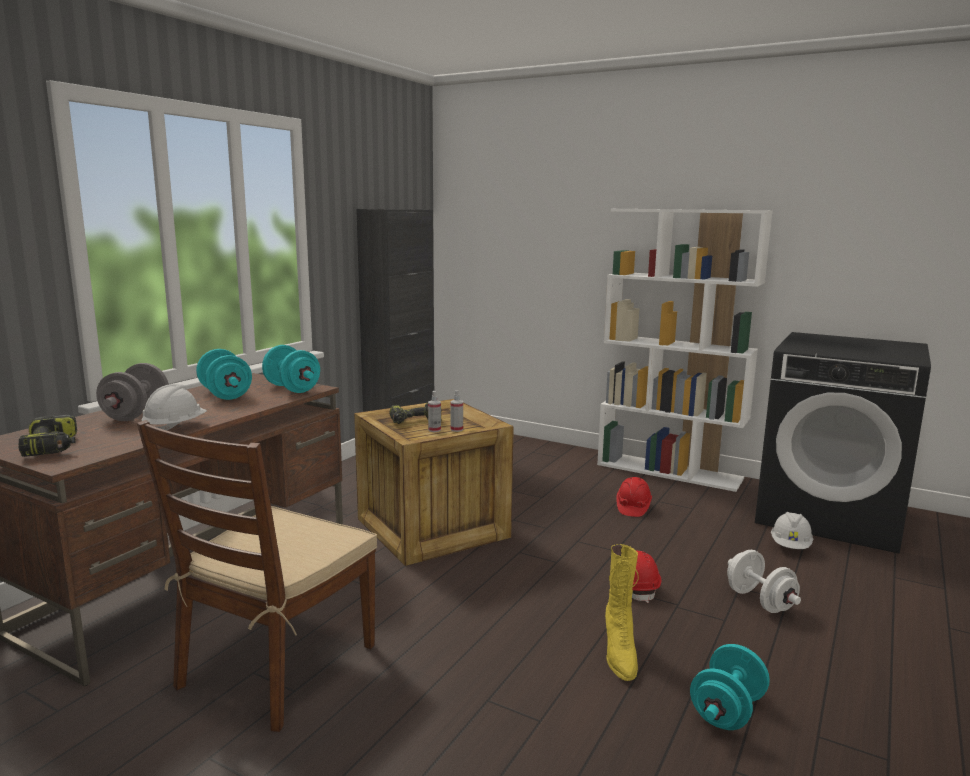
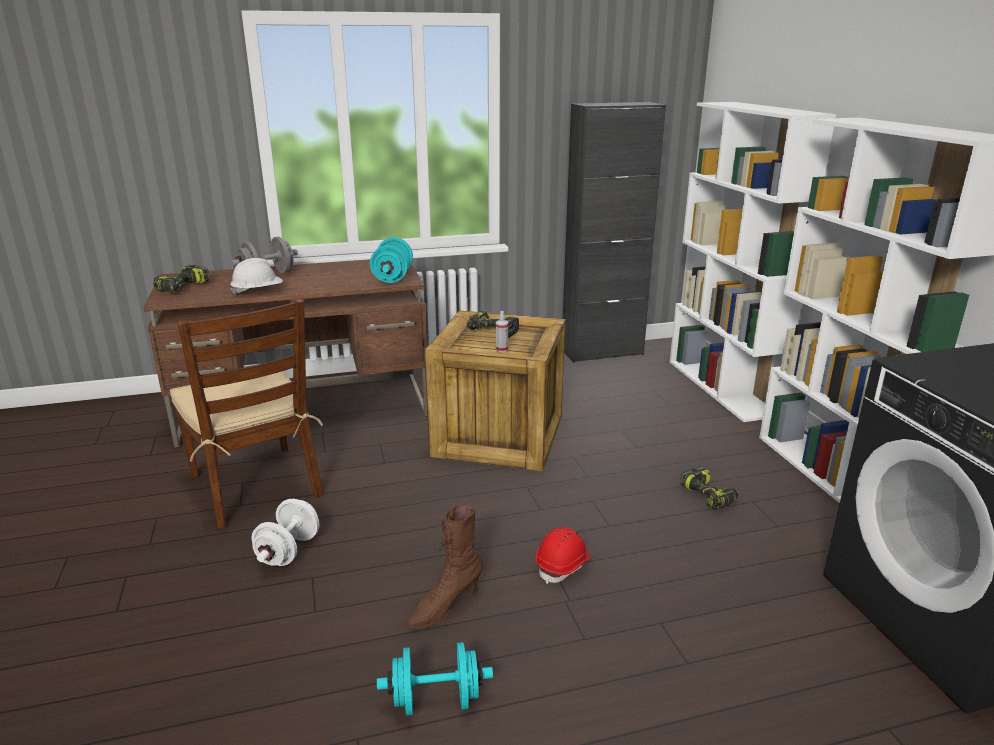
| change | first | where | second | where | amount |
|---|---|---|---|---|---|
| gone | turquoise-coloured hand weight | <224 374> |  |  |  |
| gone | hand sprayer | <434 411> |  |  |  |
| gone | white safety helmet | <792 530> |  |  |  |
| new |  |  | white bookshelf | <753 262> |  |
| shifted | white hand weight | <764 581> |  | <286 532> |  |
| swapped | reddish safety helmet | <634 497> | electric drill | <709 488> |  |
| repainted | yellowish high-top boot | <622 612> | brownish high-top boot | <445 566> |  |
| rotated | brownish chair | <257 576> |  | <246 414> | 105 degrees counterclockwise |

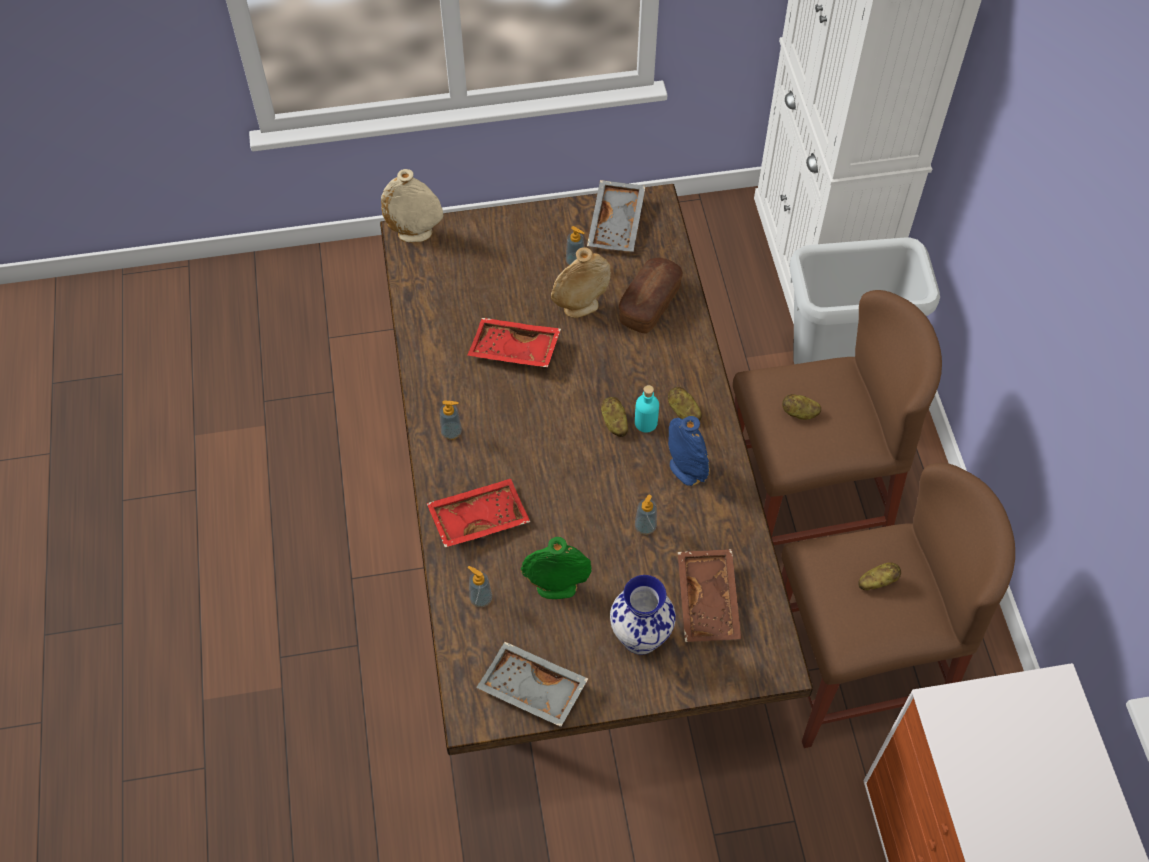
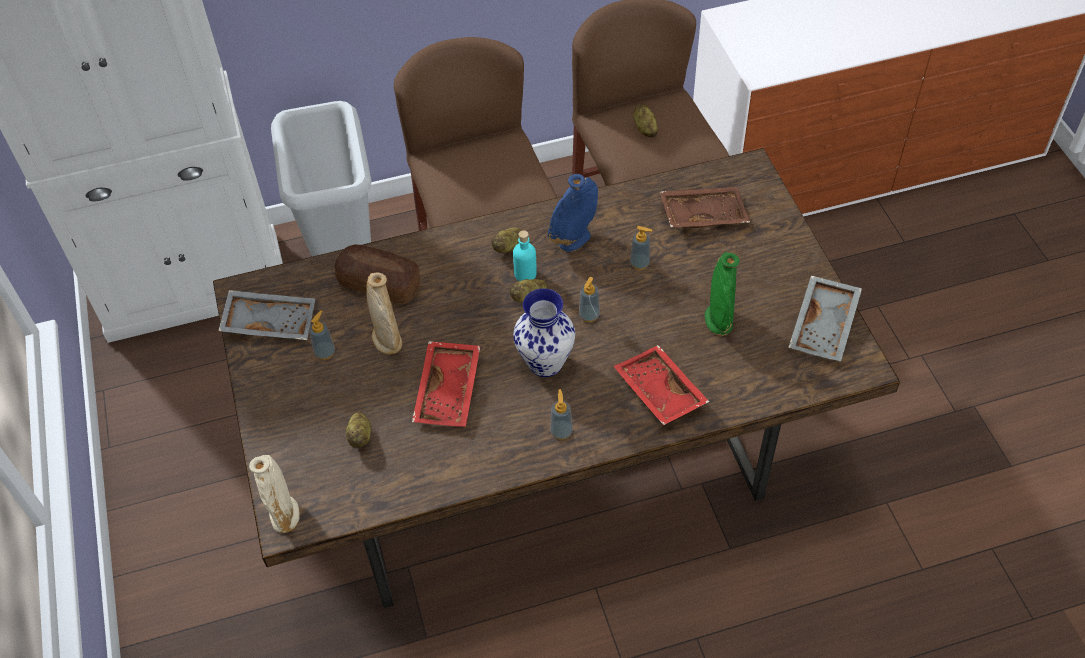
| change | first | where | second | where | amount |
|---|---|---|---|---|---|
| shifted | liquid soap bottle | <480 586> |  | <589 299> |  |
| shifted | decorative vase | <643 615> |  | <544 332> |  |
| shifted | whole potato | <801 407> |  | <358 430> |  |

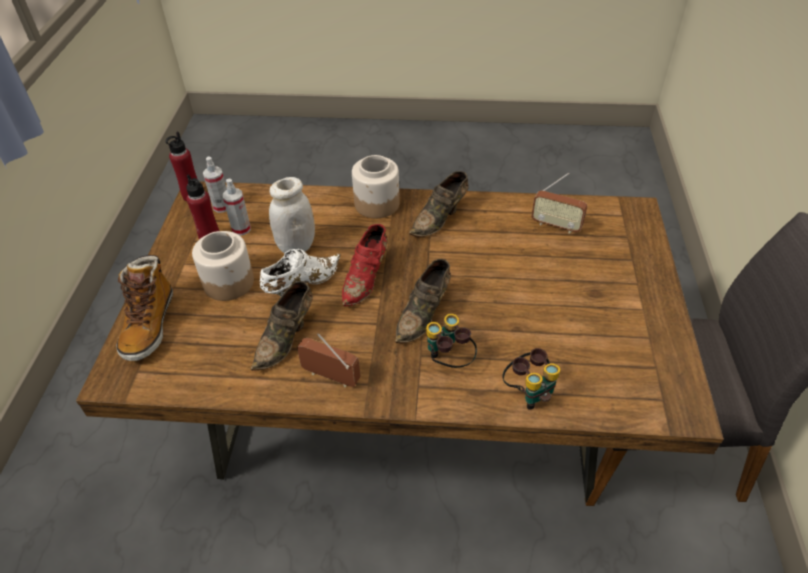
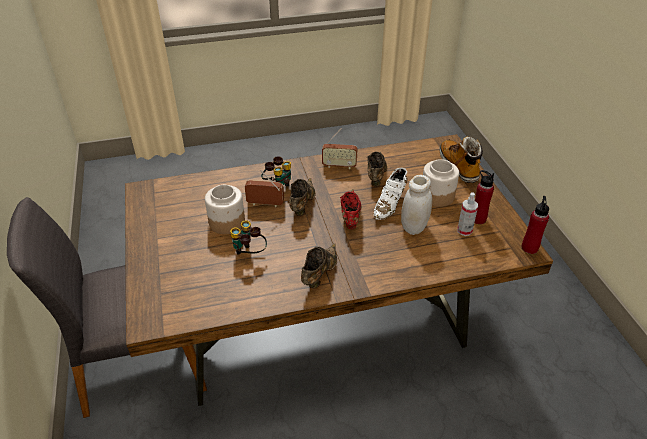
| change | first | where | second | where | amount |
|---|---|---|---|---|---|
| gone | hand sprayer | <215 185> |  |  |  |
| shifted | jar | <376 186> |  | <225 209> |  |
| shifted | field glasses | <531 379> |  | <248 237> |  |
| shifted | radio set | <559 203> |  | <264 188> |  |

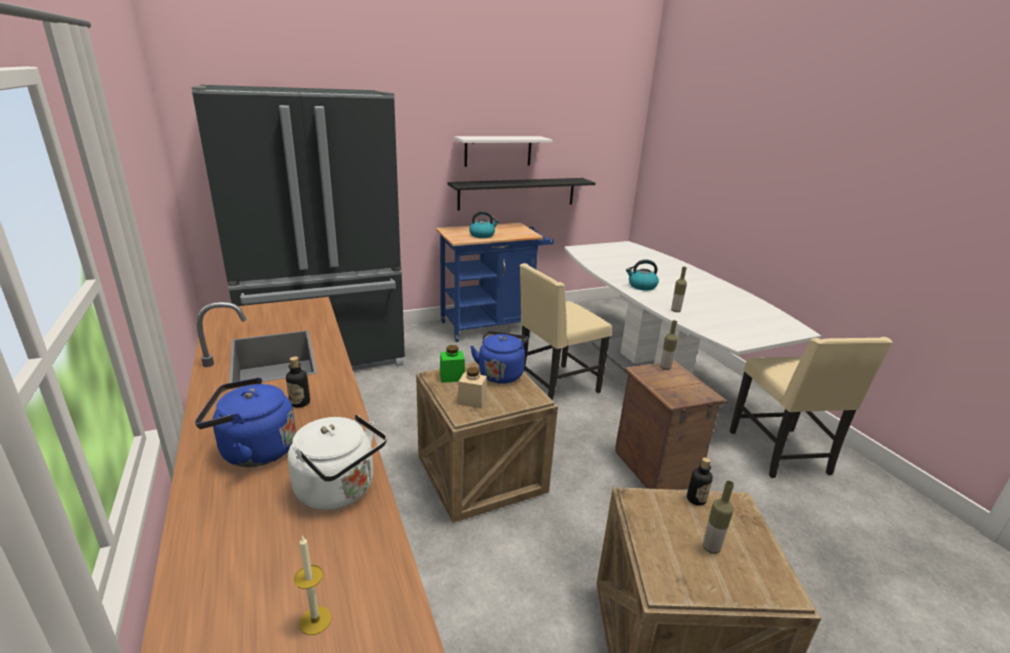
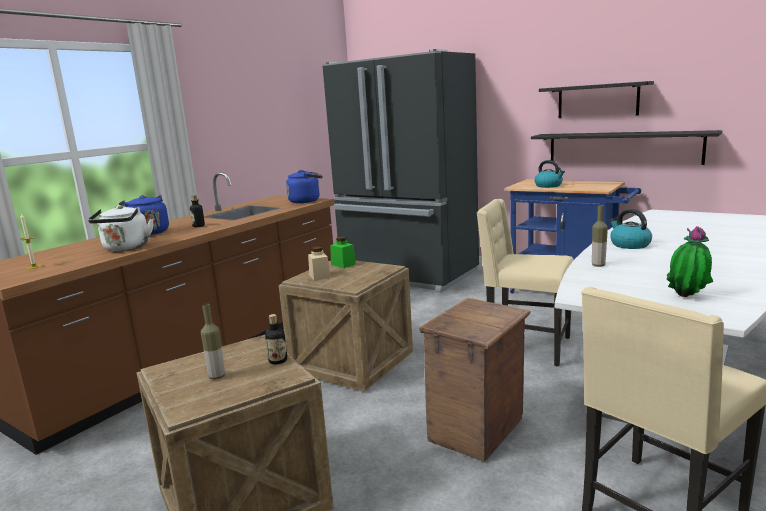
| change | first | where | second | where | amount |
|---|---|---|---|---|---|
| gone | drink bottle | <669 345> |  |  |  |
| new |  |  | potted plant | <690 261> |  |
| shifted | blue-coloured kettle | <499 357> |  | <304 186> |  |
| repainted | white bracket shelf | <503 151> | black-coloured bracket shelf | <596 99> |  |

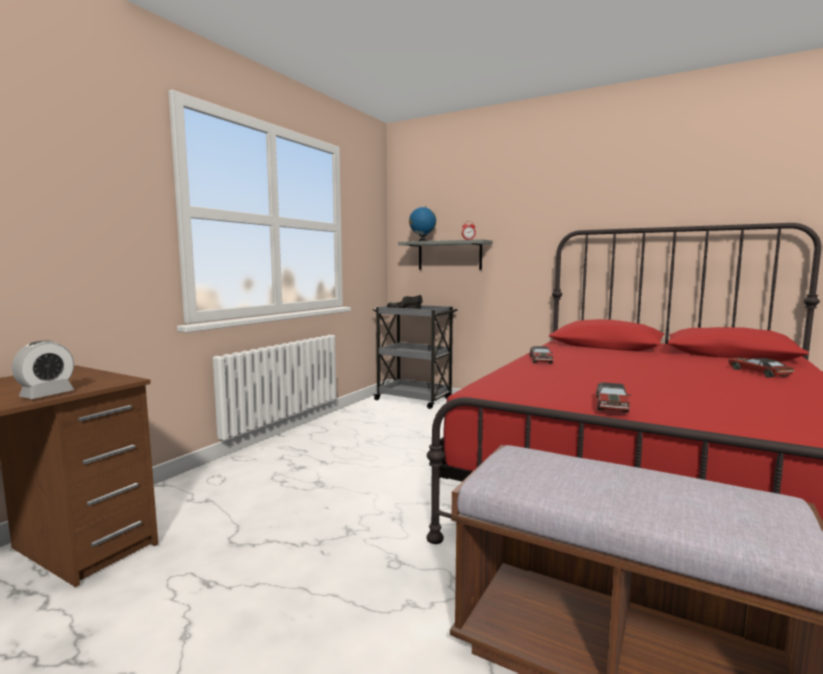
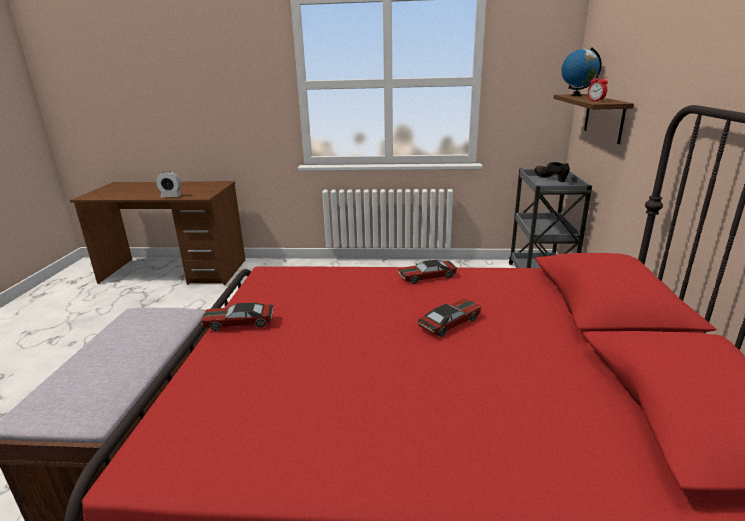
| change | first | where | second | where | amount |
|---|---|---|---|---|---|
| shifted | model car | <761 367> |  | <449 318> |  |
| repainted | greyish bracket shelf | <445 254> | brownish bracket shelf | <593 119> |  |

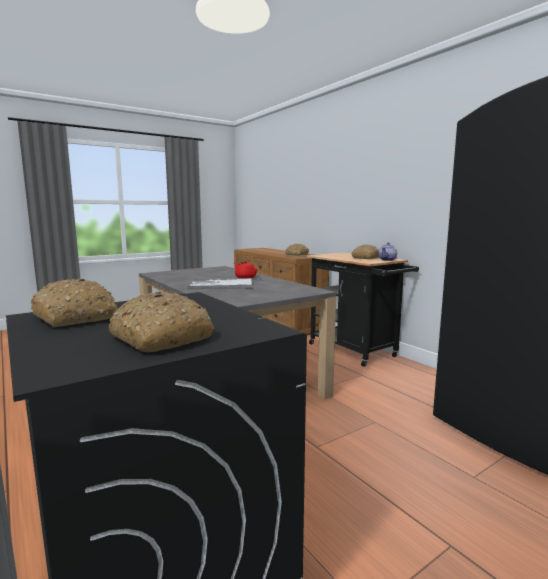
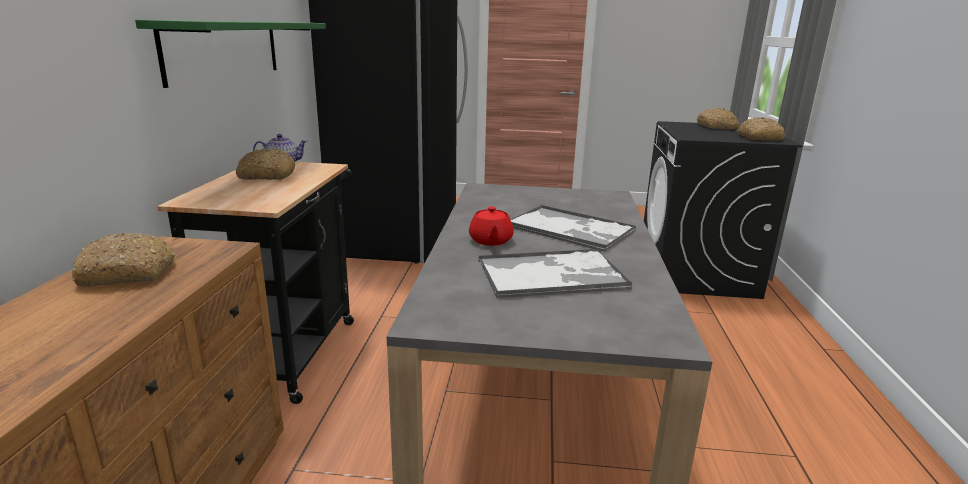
| change | first | where | second | where | amount |
|---|---|---|---|---|---|
| new |  |  | greenish bracket shelf | <230 54> |  |
| new |  |  | carrying tray | <555 273> |  |

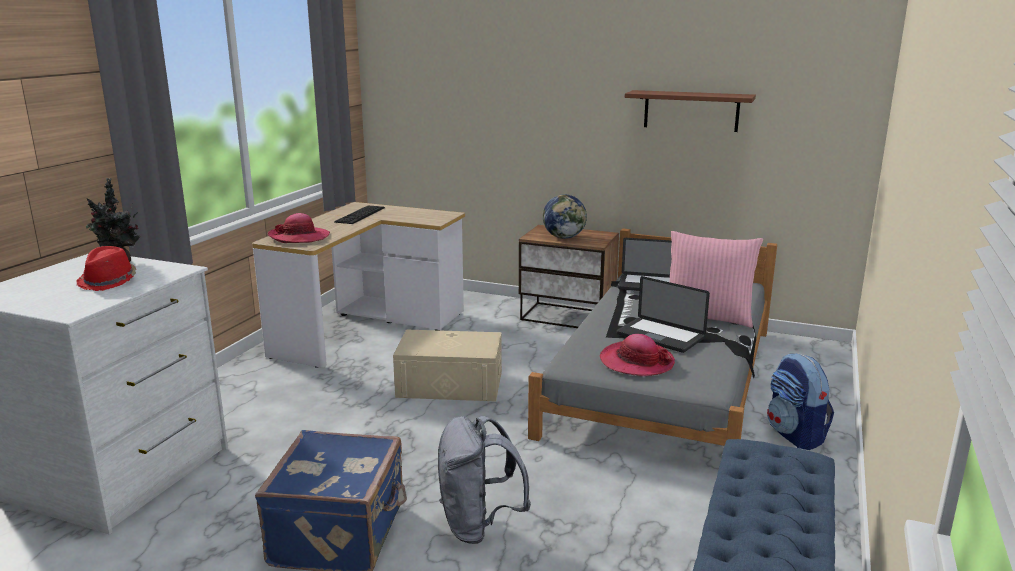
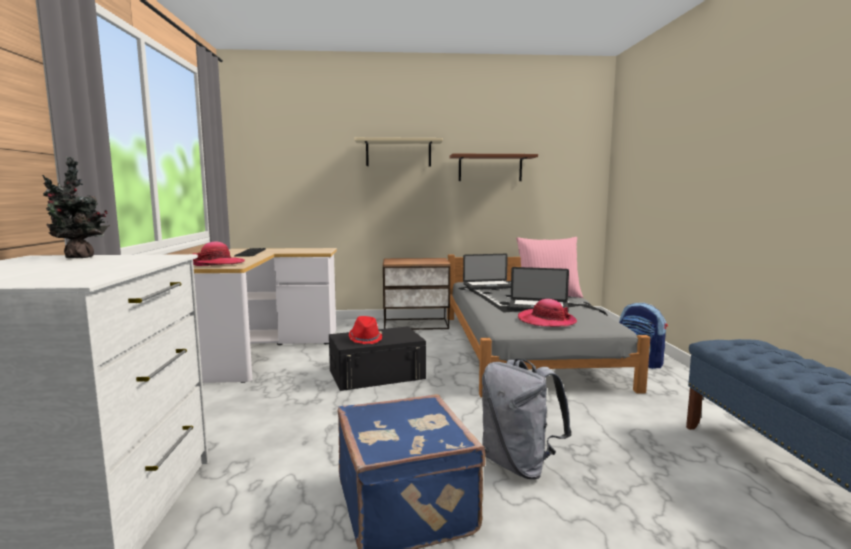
| change | first | where | second | where | amount |
|---|---|---|---|---|---|
| gone | world globe | <565 216> |  |  |  |
| new |  |  | sand-coloured bracket shelf | <398 152> |  |
| shifted | reddish clothing hat | <106 268> |  | <365 330> |  |
| repainted | sand-coloured storage box | <447 365> | black-coloured storage box | <377 358> |  |

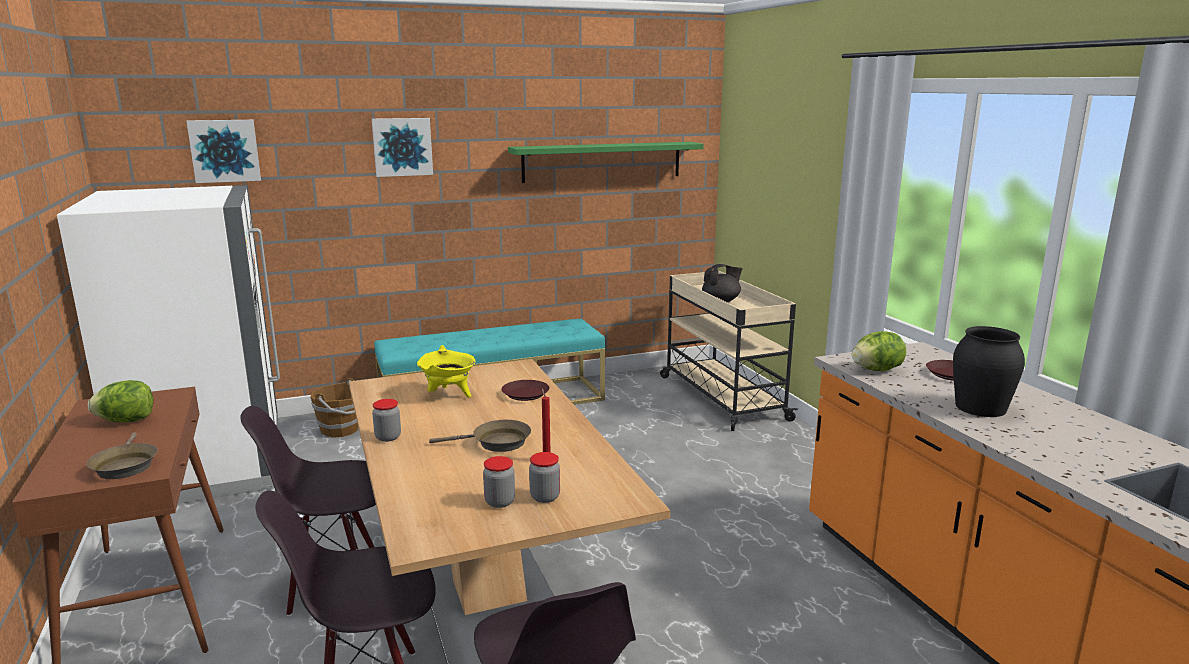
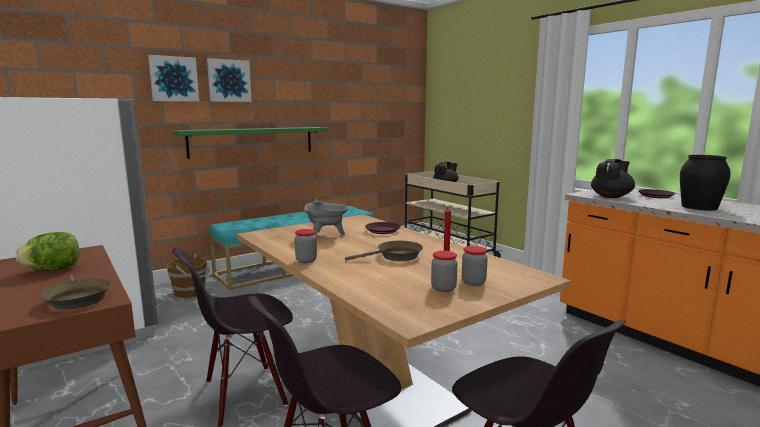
| change | first | where | second | where | amount |
|---|---|---|---|---|---|
| shifted | wall picture | <224 151> |  | <173 78> |  |
| shifted | greenish bracket shelf | <606 162> |  | <250 143> |  |
| swapped | head of lettuce | <879 351> | black-coloured tea pot | <613 178> |  |
| repainted | yellowish saucepot | <446 371> | greyish saucepot | <326 216> |  |

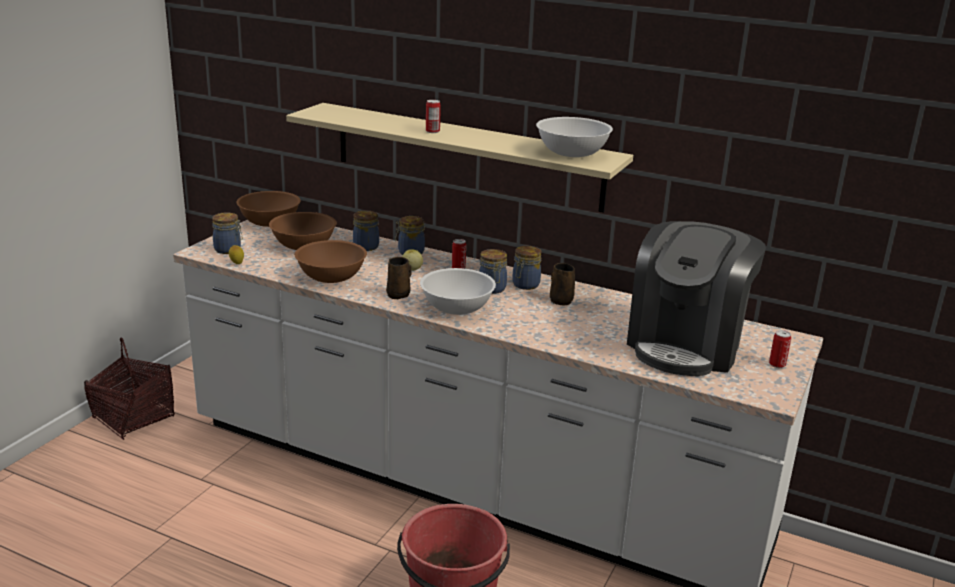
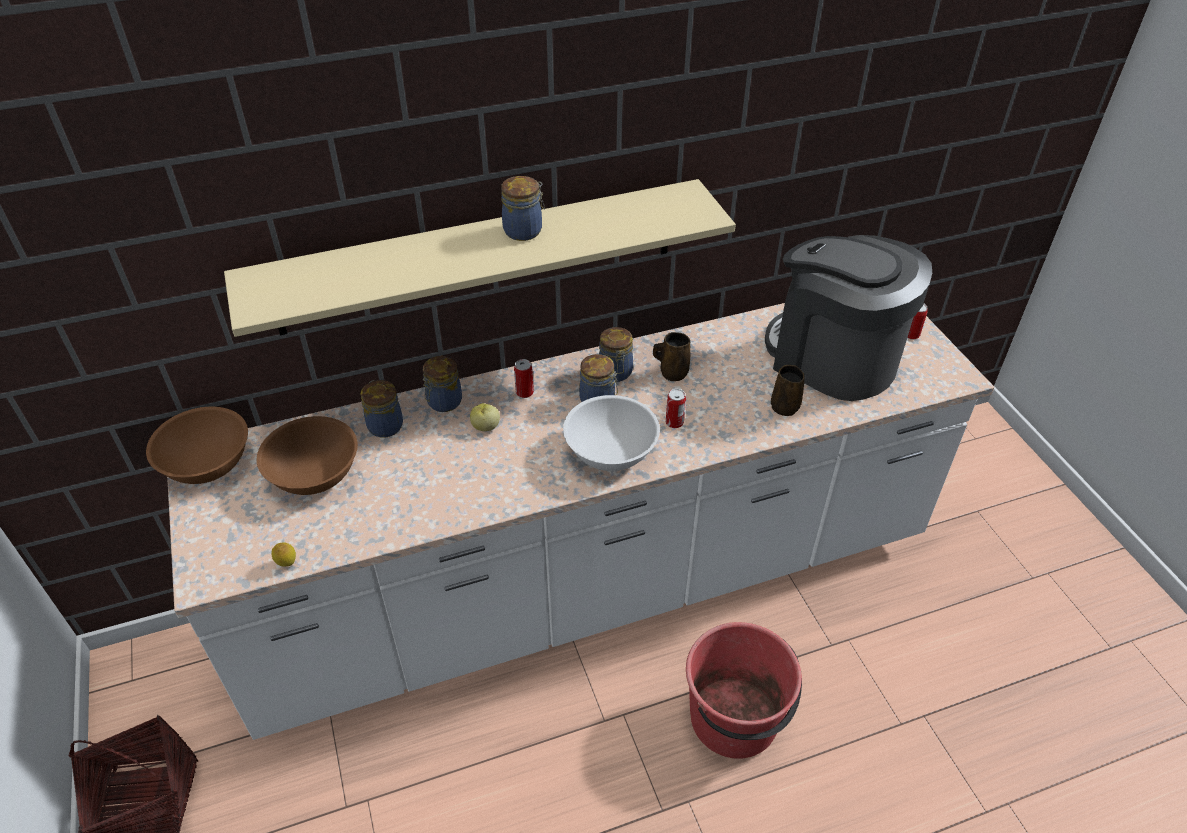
| change | first | where | second | where | amount |
|---|---|---|---|---|---|
| gone | brownish serving bowl | <331 261> |  |  |  |
| gone | white serving bowl | <574 137> |  |  |  |
| shifted | jar | <227 233> |  | <523 208> |  |
| shifted | brownish mug | <399 278> |  | <788 390> |  |
| shifted | sealed can | <433 116> |  | <676 408> |  |
| rotated | coffee brewer | <696 298> |  | <848 318> | 150 degrees clockwise |

